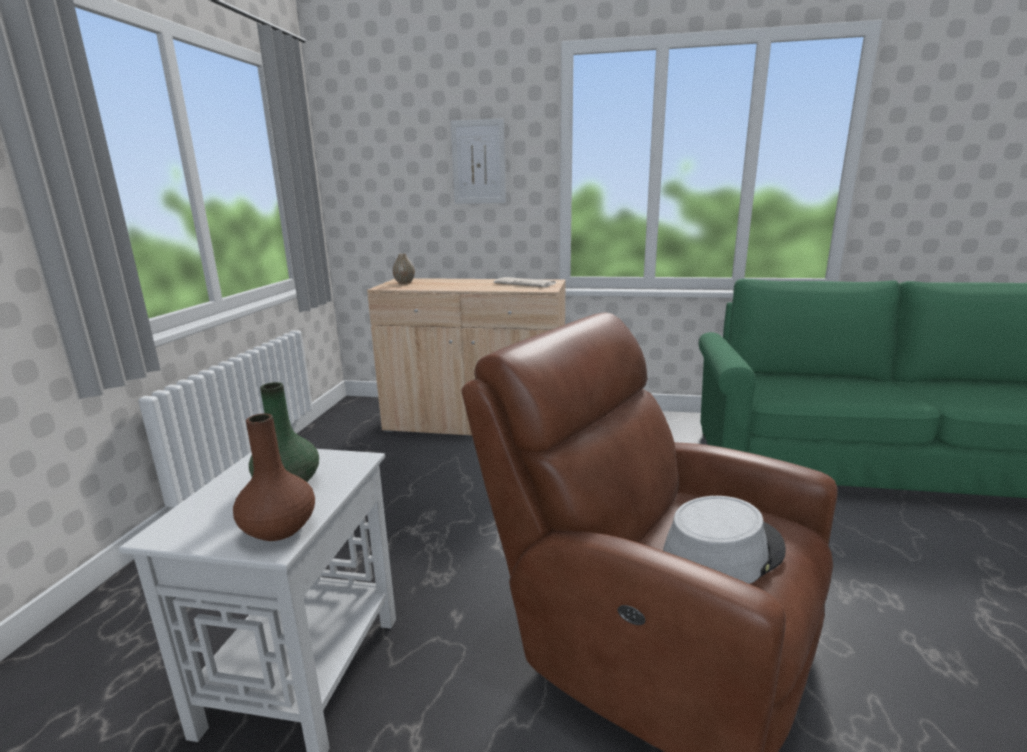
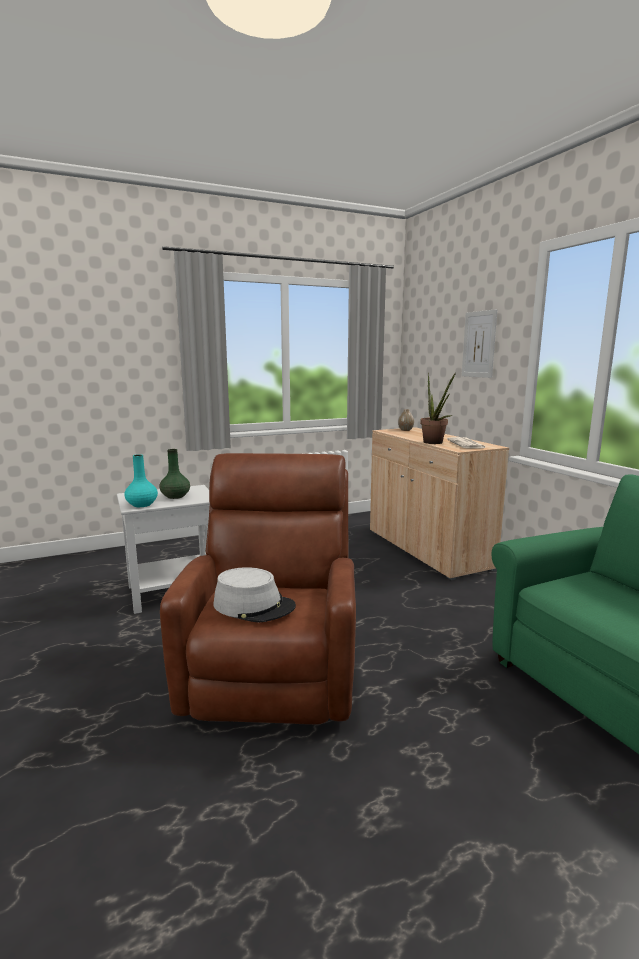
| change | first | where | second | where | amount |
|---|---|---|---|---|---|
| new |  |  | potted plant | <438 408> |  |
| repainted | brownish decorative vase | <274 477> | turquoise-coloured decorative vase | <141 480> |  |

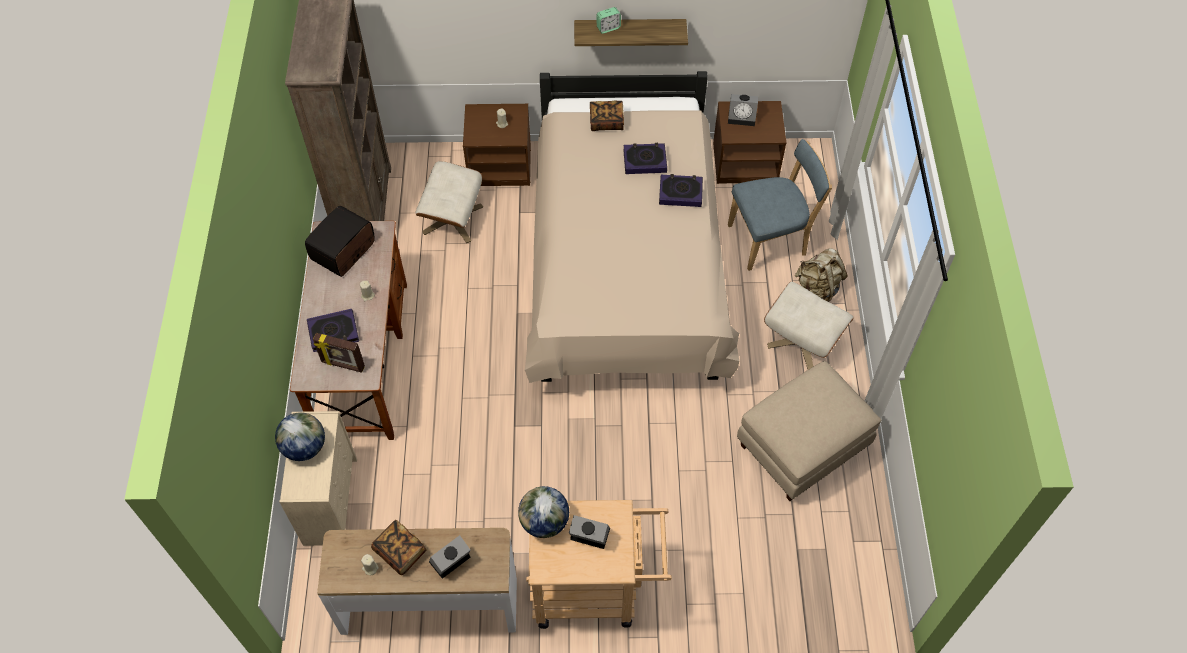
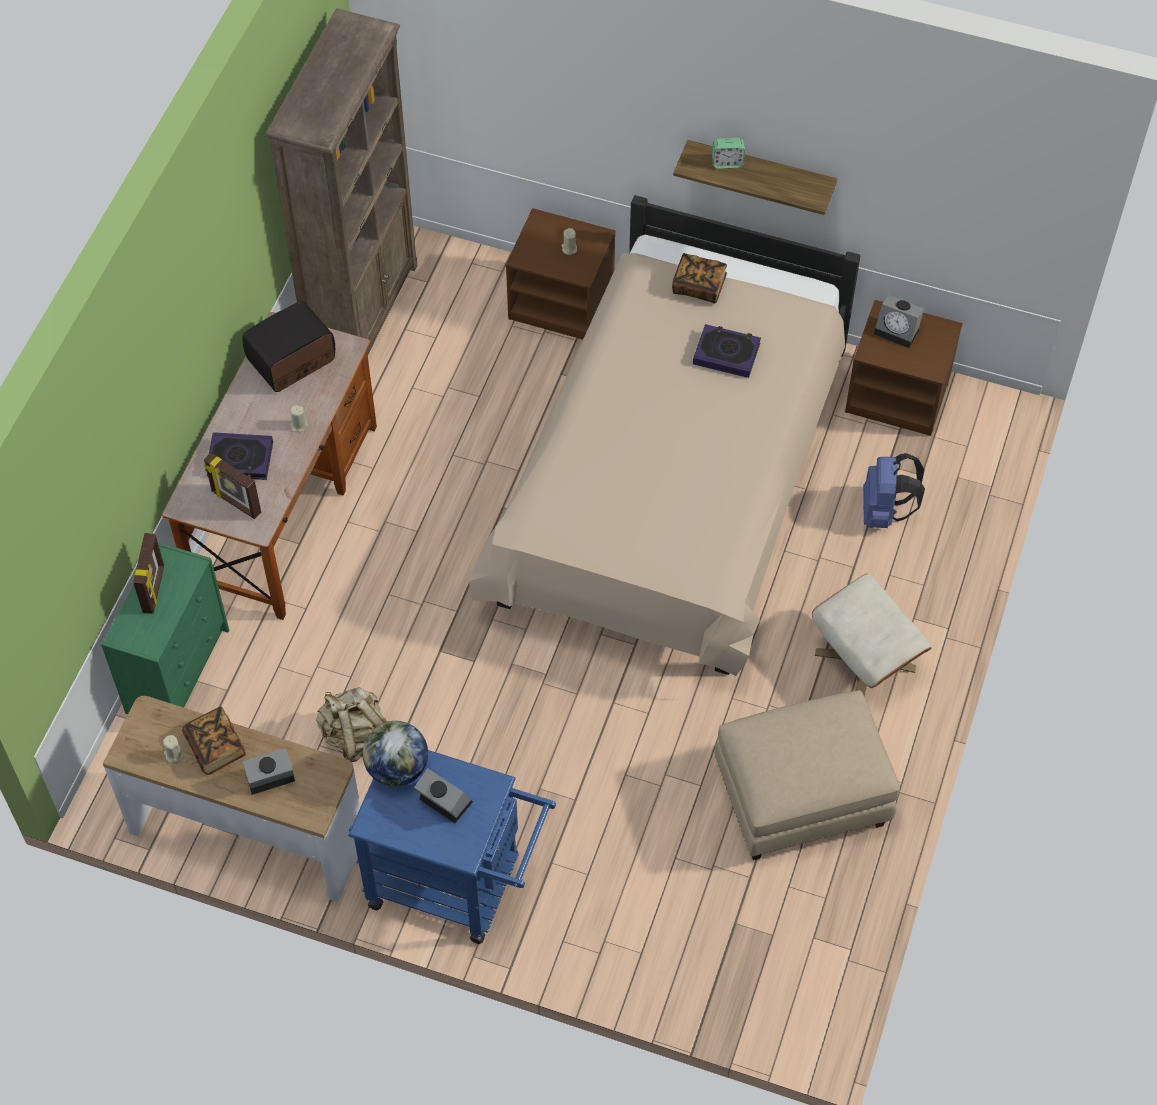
| change | first | where | second | where | amount |
|---|---|---|---|---|---|
| gone | sand-coloured ottoman | <449 202> |  |  |  |
| gone | volume | <681 190> |  |  |  |
| shifted | sand-coloured knapsack | <821 275> |  | <352 724> |  |
| swapped | world globe | <300 436> | standing frame | <148 573> |  |
| swapped | blue-coloured chair | <780 205> | blue-coloured knapsack | <894 490> |  |
| repainted | sand-coloured chest of drawers | <318 478> | greenish chest of drawers | <165 628> |  |
| repainted | sand-coloured trolley | <599 564> | blue-coloured trolley | <452 847> |  |

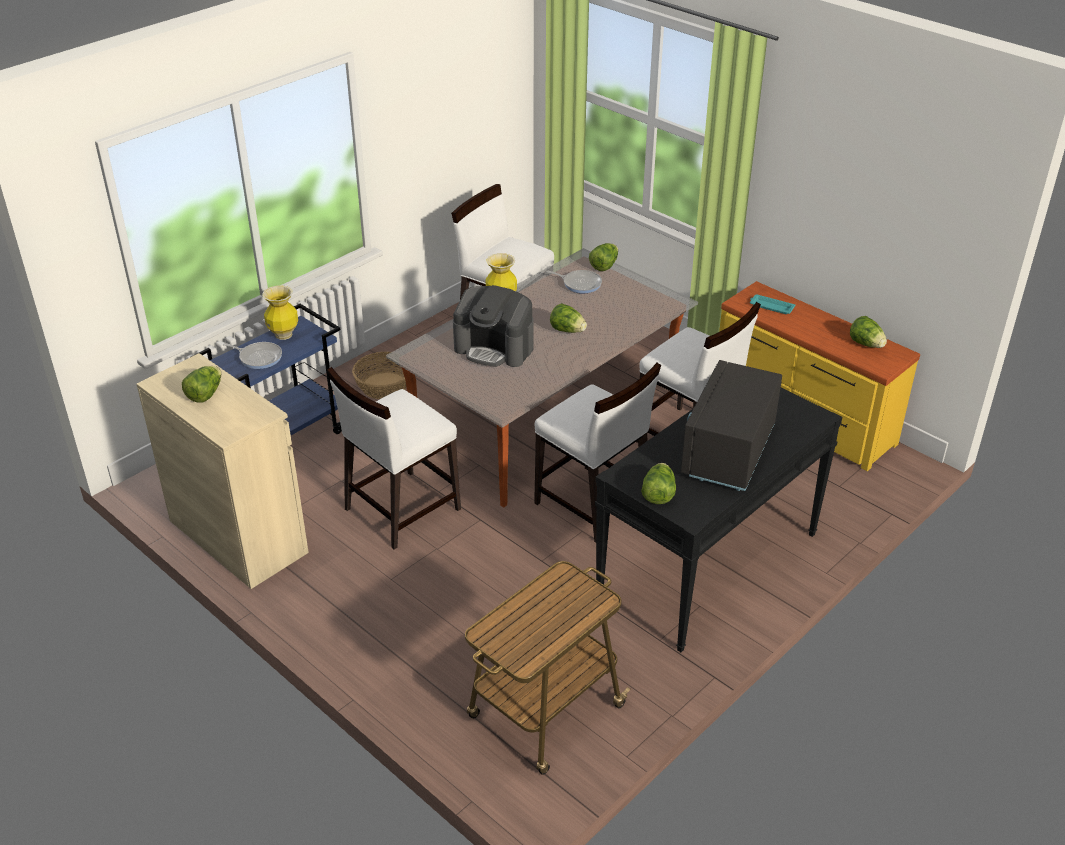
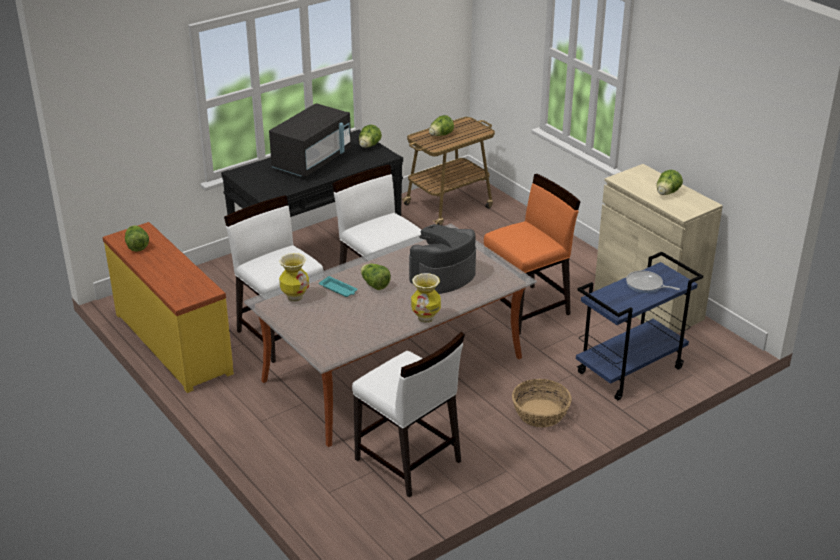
| change | first | where | second | where | amount |
|---|---|---|---|---|---|
| gone | skillet | <574 281> |  |  |  |
| shifted | decorative vase | <280 312> |  | <294 277> |  |
| shifted | head of lettuce | <603 257> |  | <441 125> |  |
| shifted | turquoise-coloured carrying tray | <772 304> |  | <338 286> |  |
| repainted | white chair | <394 458> | orange-coloured chair | <532 254> |  |
| rotated | coffee brewer | <493 326> |  | <442 259> | 75 degrees counterclockwise |

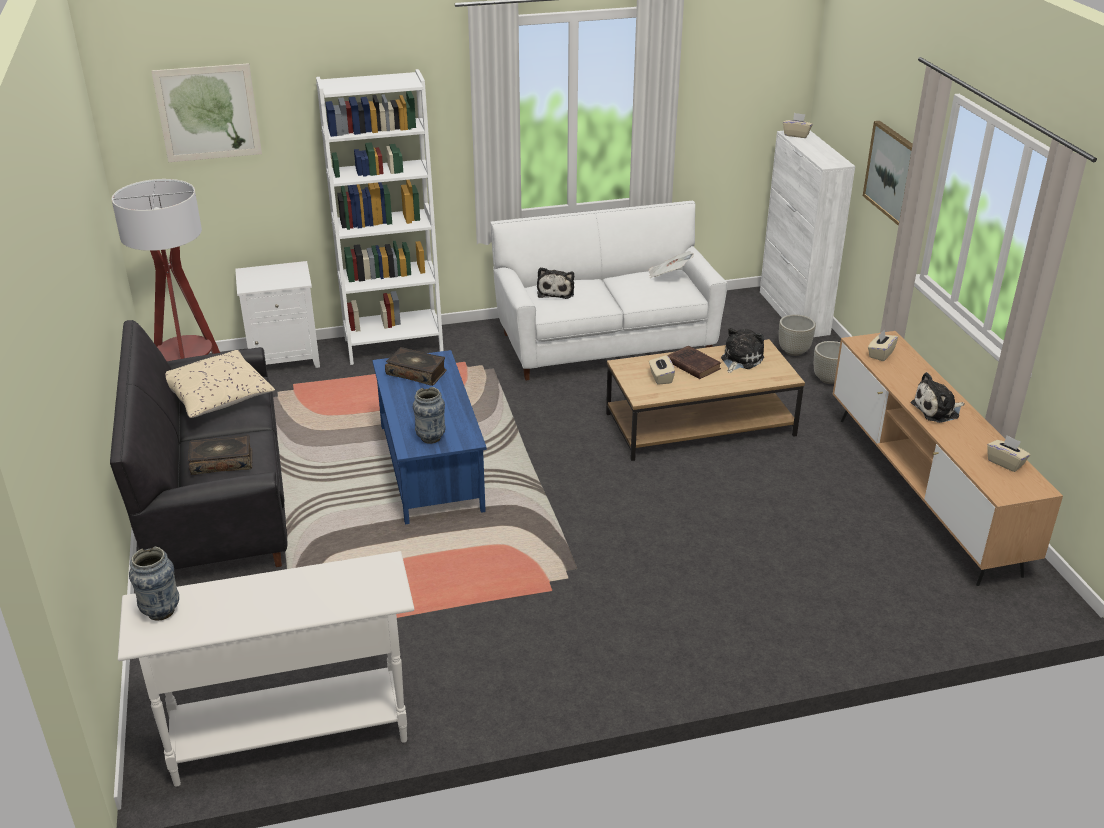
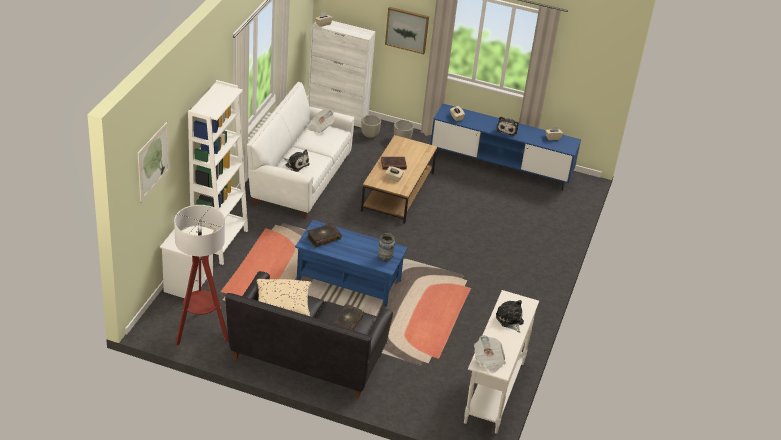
| change | first | where | second | where | amount |
|---|---|---|---|---|---|
| shifted | plush toy | <742 350> |  | <510 316> |  |
| swapped | decorative vase | <154 584> | printed paper | <490 354> |  |
| repainted | brownish tv unit | <948 458> | blue-coloured tv unit | <505 147> |  |

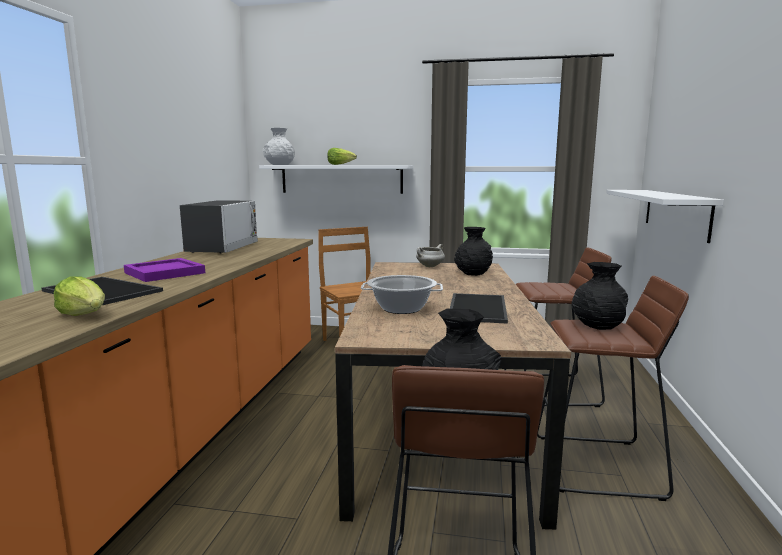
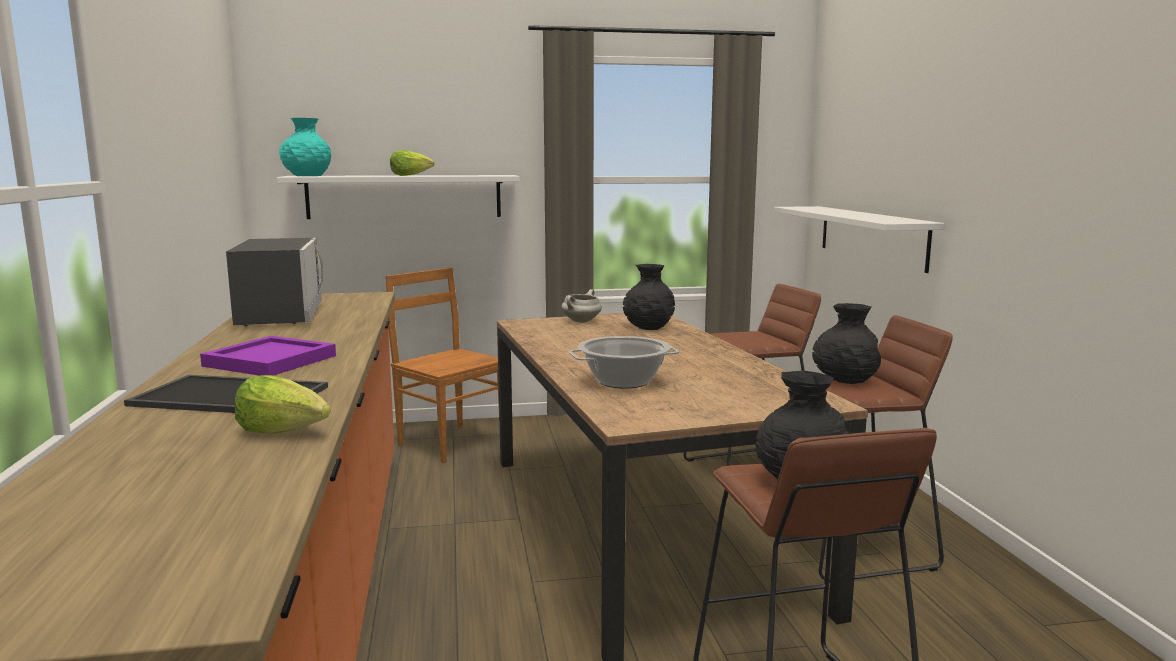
| change | first | where | second | where | amount |
|---|---|---|---|---|---|
| gone | carrying tray | <479 308> |  |  |  |
| repainted | white decorative vase | <279 146> | turquoise-coloured decorative vase | <305 147> |  |

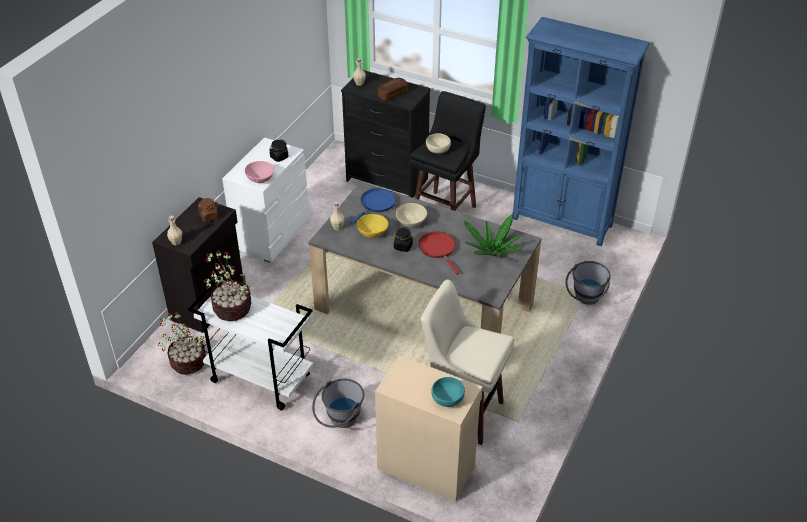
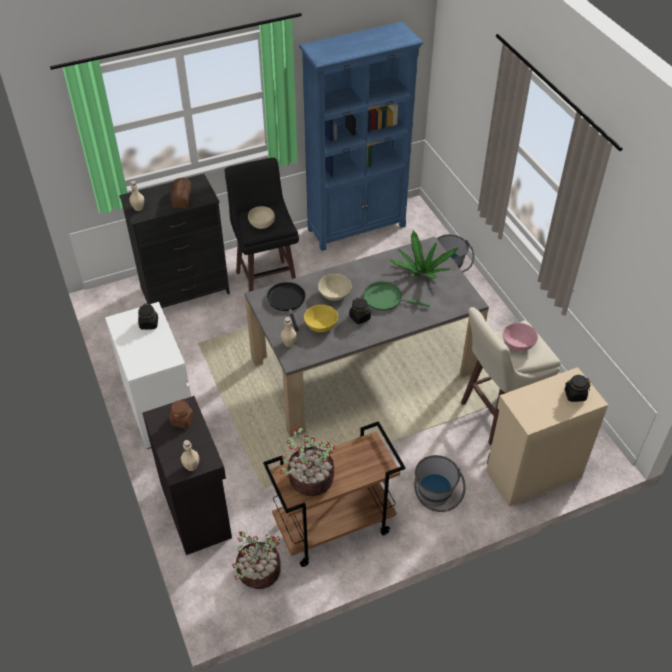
| change | first | where | second | where | amount |
|---|---|---|---|---|---|
| shifted | pink-coloured serving bowl | <260 172> |  | <520 337> |  |
| swapped | turquoise-coloured serving bowl | <448 392> | black-coloured jar | <578 388> |  |
| repainted | white trolley | <250 343> | brownish trolley | <334 494> |  |
| repainted | blue-coloured skillet | <373 206> | black-coloured skillet | <286 306> |  |
| repainted | reddish skillet | <438 253> | greenish skillet | <396 296> |  |

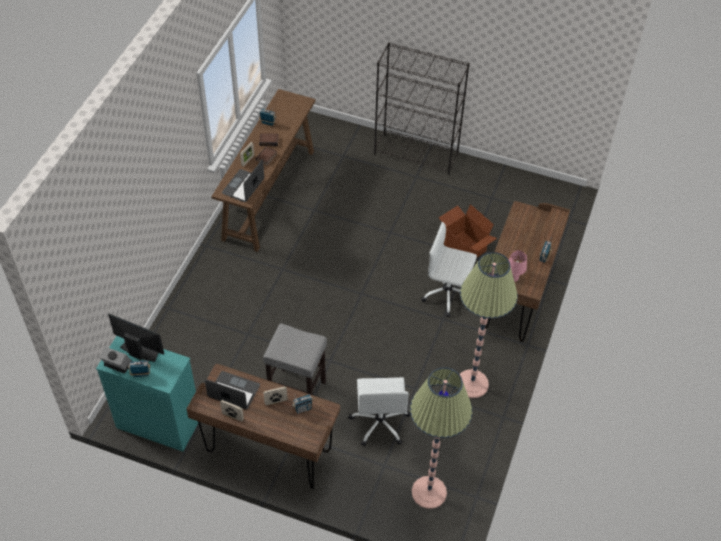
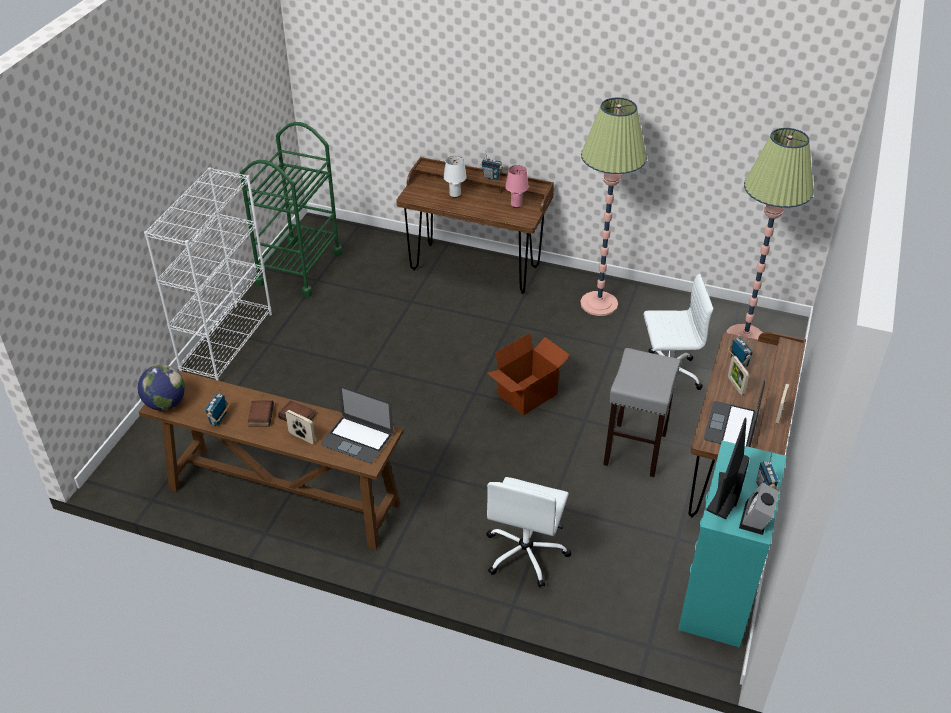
| change | first | where | second | where | amount |
|---|---|---|---|---|---|
| new |  |  | world globe | <161 388> |  |
| new |  |  | greenish trolley | <291 209> |  |
| new |  |  | white tabletop lamp | <455 177> |  |
| shifted | white office chair | <449 269> |  | <528 532> |  |
| shifted | cardboard box | <468 230> |  | <528 374> |  |
| repainted | black-coloured bookshelf | <422 108> | white bookshelf | <208 274> |  |

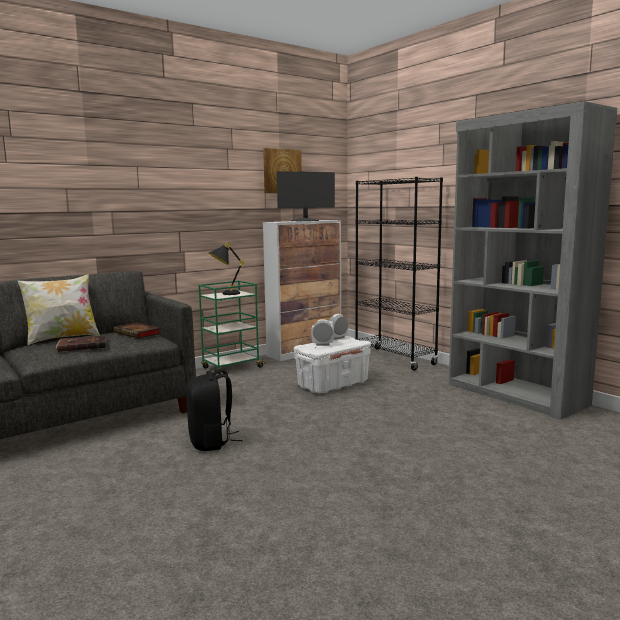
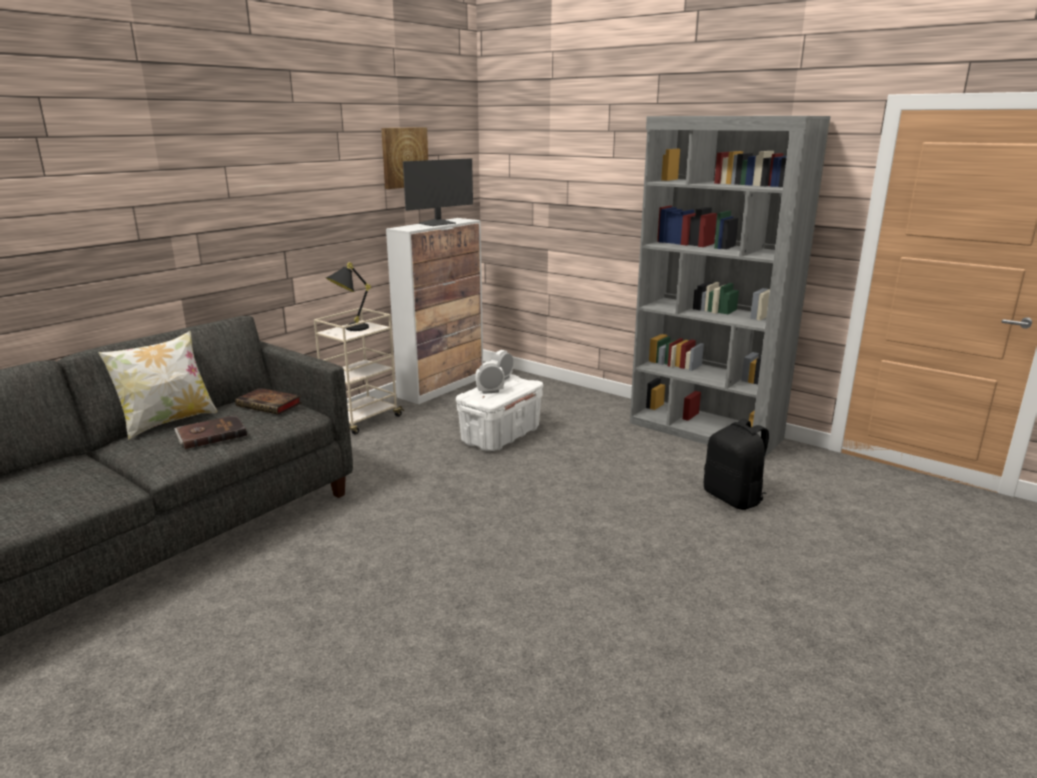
| change | first | where | second | where | amount |
|---|---|---|---|---|---|
| gone | black-coloured bookshelf | <399 274> |  |  |  |
| shifted | black-coloured knapsack | <214 410> |  | <736 464> |  |
| repainted | greenish trolley | <232 327> | sand-coloured trolley | <359 371> |  |

